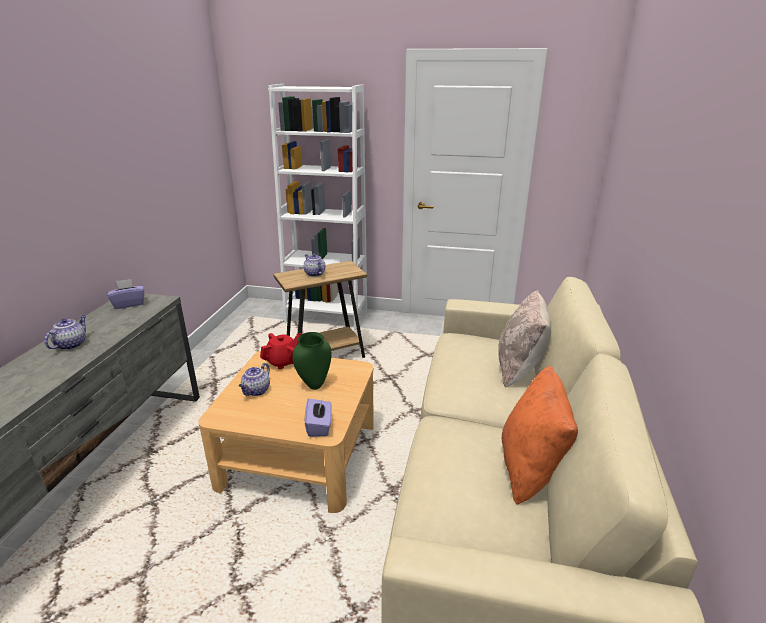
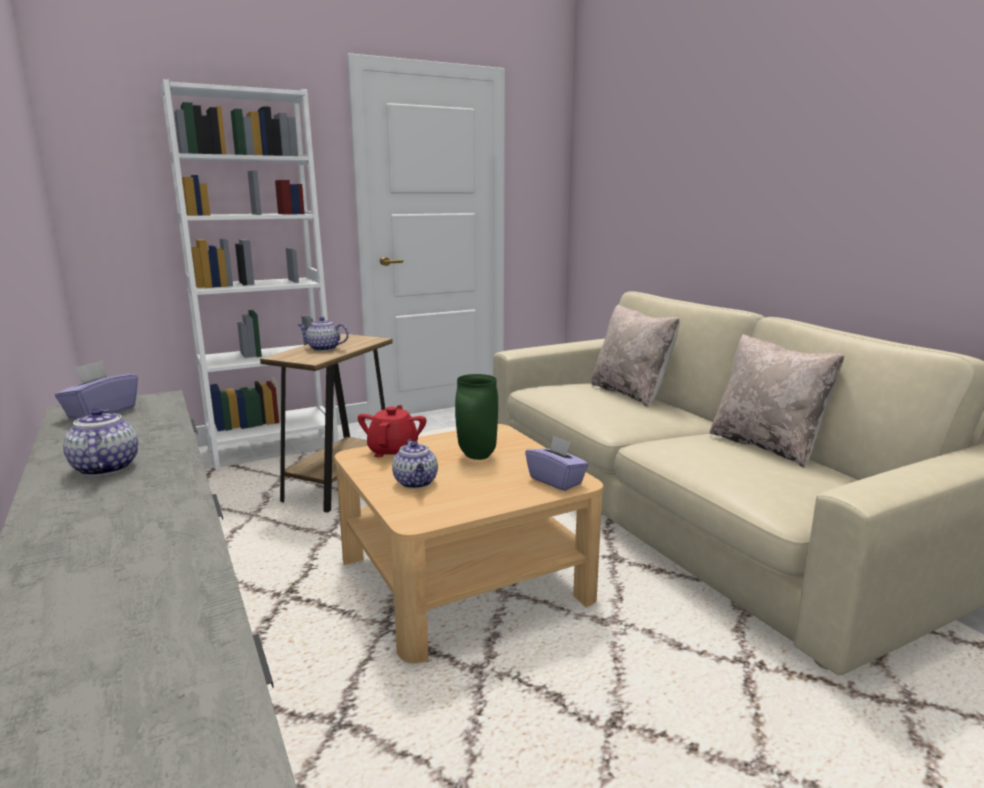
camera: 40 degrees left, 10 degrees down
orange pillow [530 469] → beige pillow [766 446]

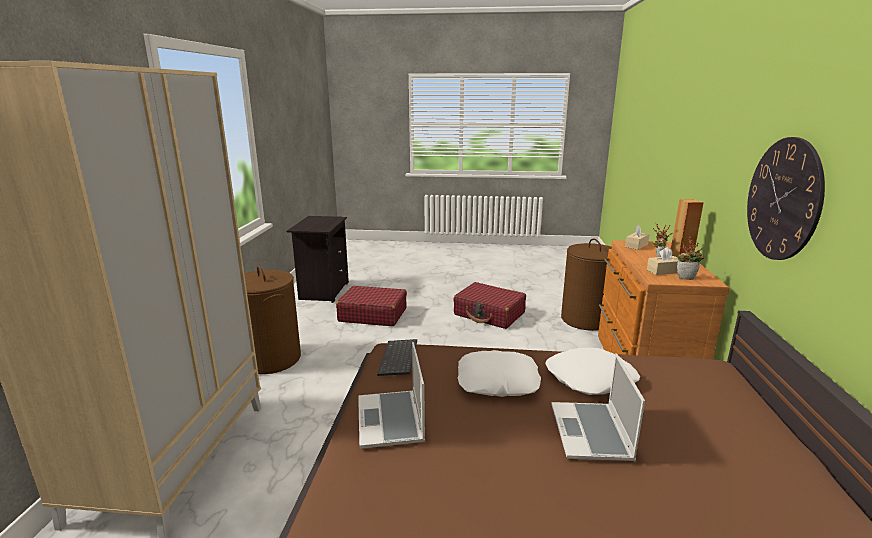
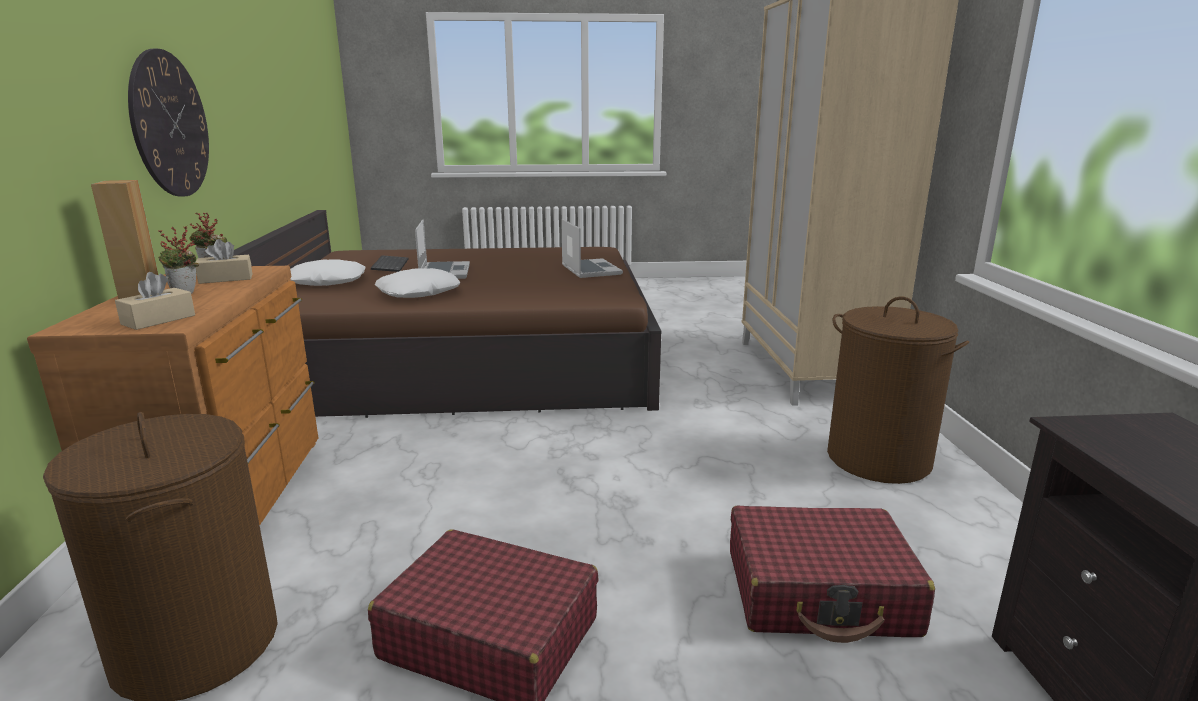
camera: 170 degrees right, 0 degrees up
keyboard [399 359] → keyboard [389 265], shifted
white pillow [497 382] → white pillow [327 281], shifted

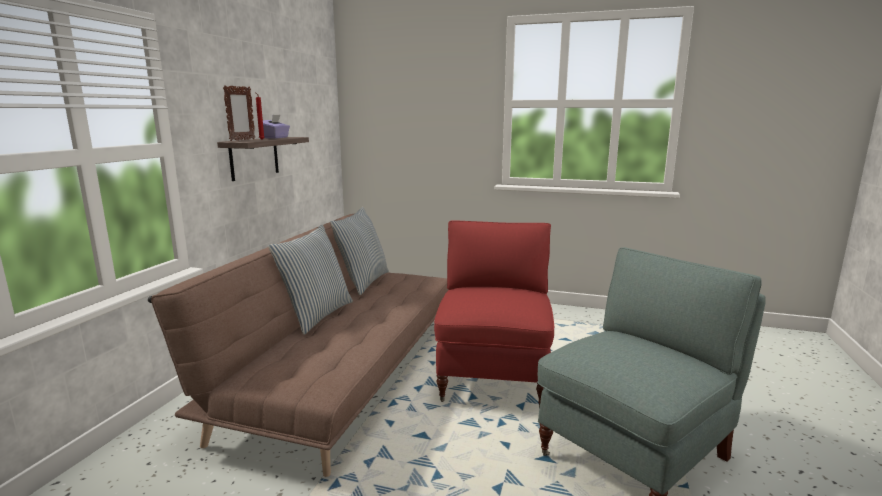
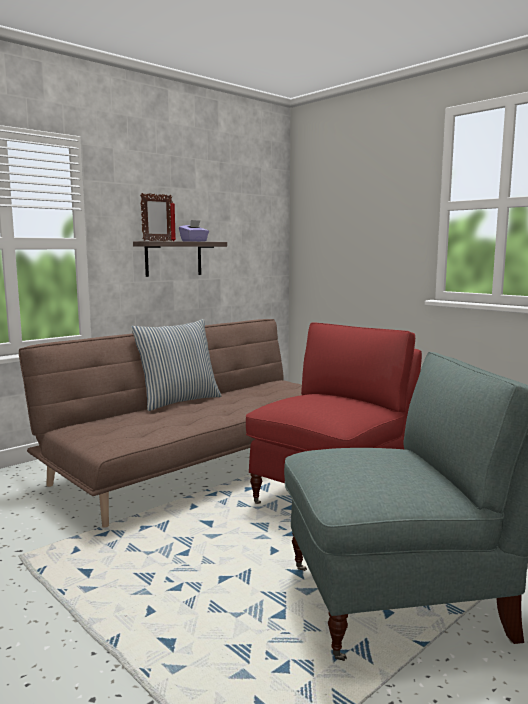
camera: 30 degrees right, 5 degrees down
pillow [363 282] → -

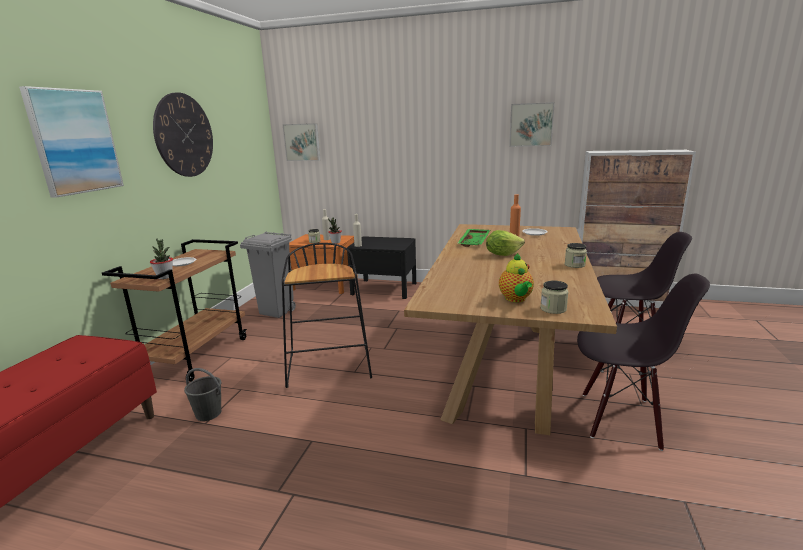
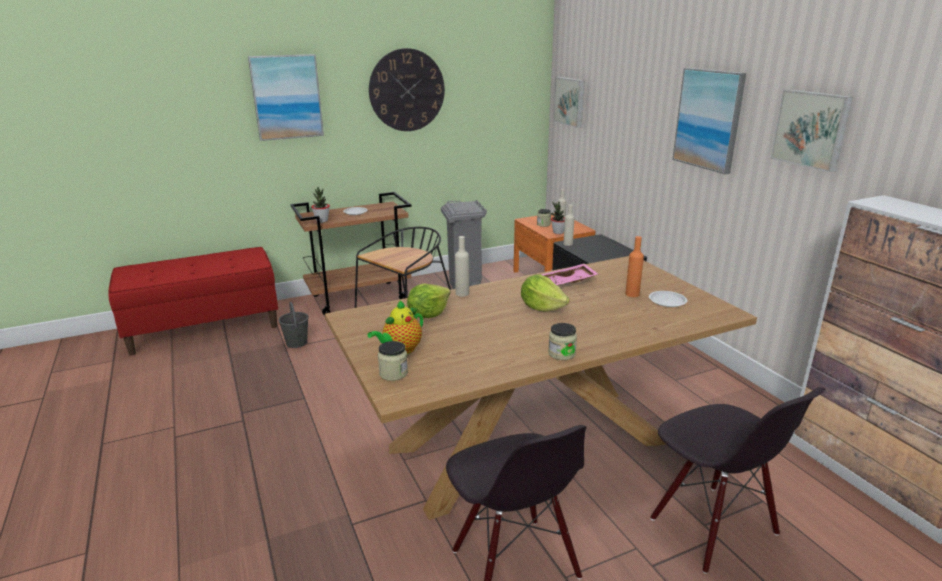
camera: 50 degrees right, 5 degrees up
- → lettuce [428 314]
- → beige bottle [462 293]
- → picture [708 119]
green tray [475 242] → pink tray [566 283]

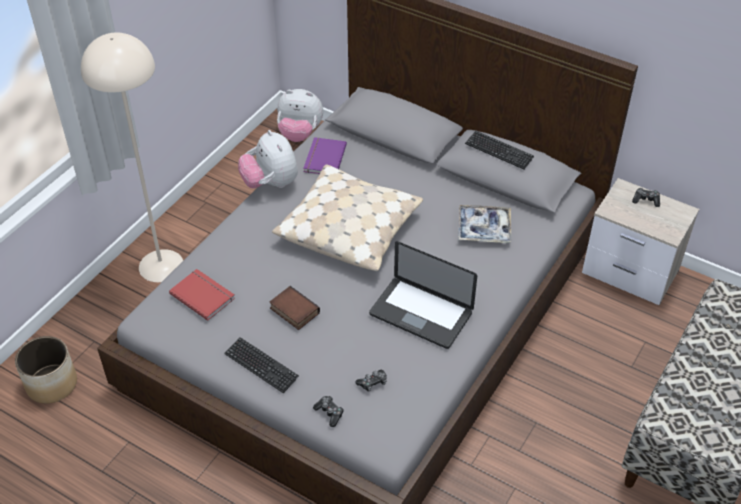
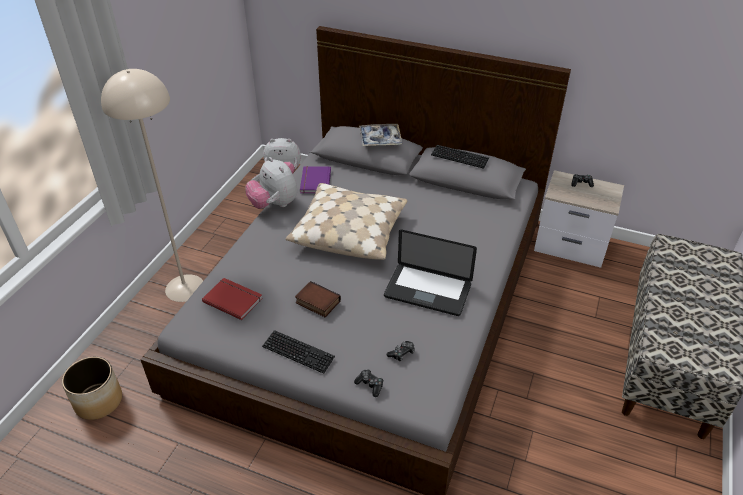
camera: 10 degrees left, 5 degrees down
tray [484 229] → tray [380 139], shifted

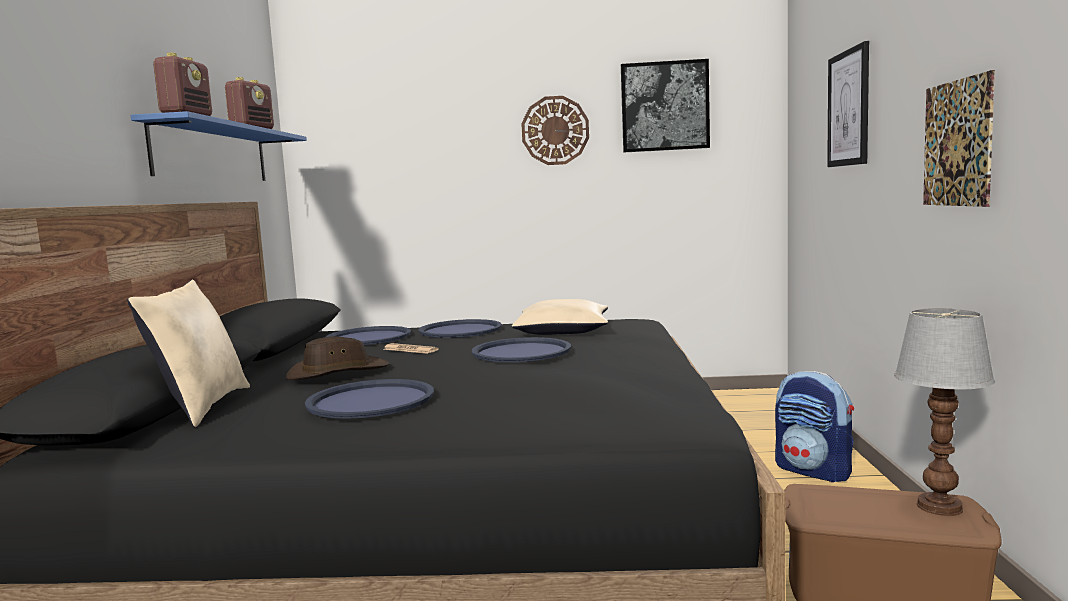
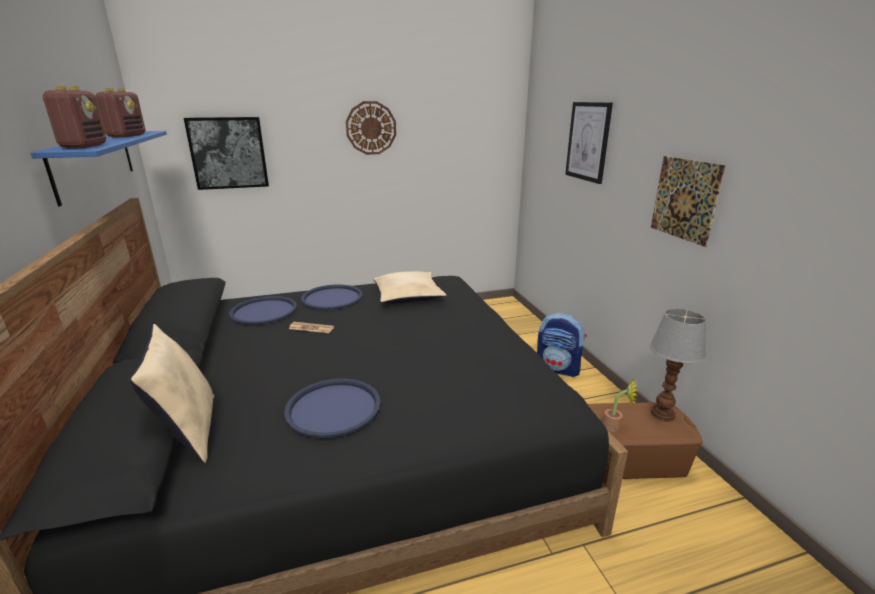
camera: 20 degrees left, 15 degrees up
brown hat [337 372] → -
blue tray [521 352] → -
- → potted plant [615 426]
picture [664 106] → picture [228 153], shifted

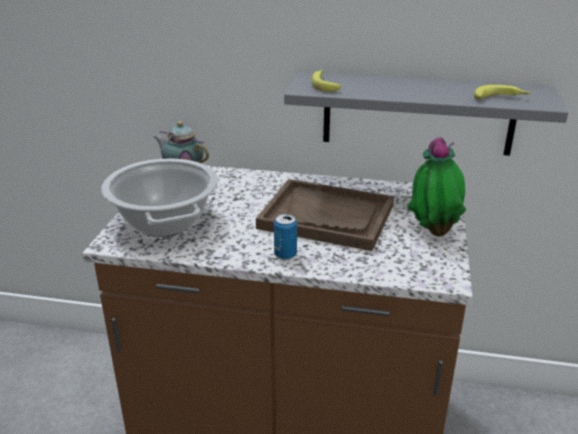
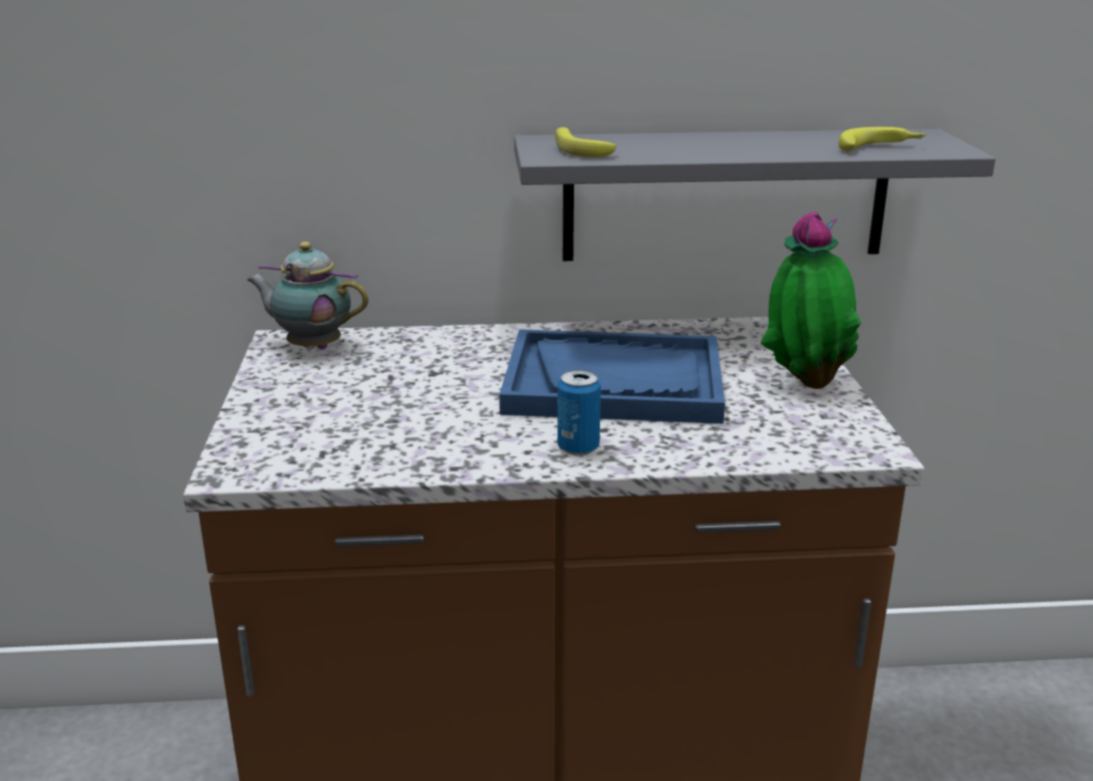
camera: 15 degrees left, 5 degrees down
cooking pot [164 221] → -
brown tray [327 217] → blue tray [614 382]

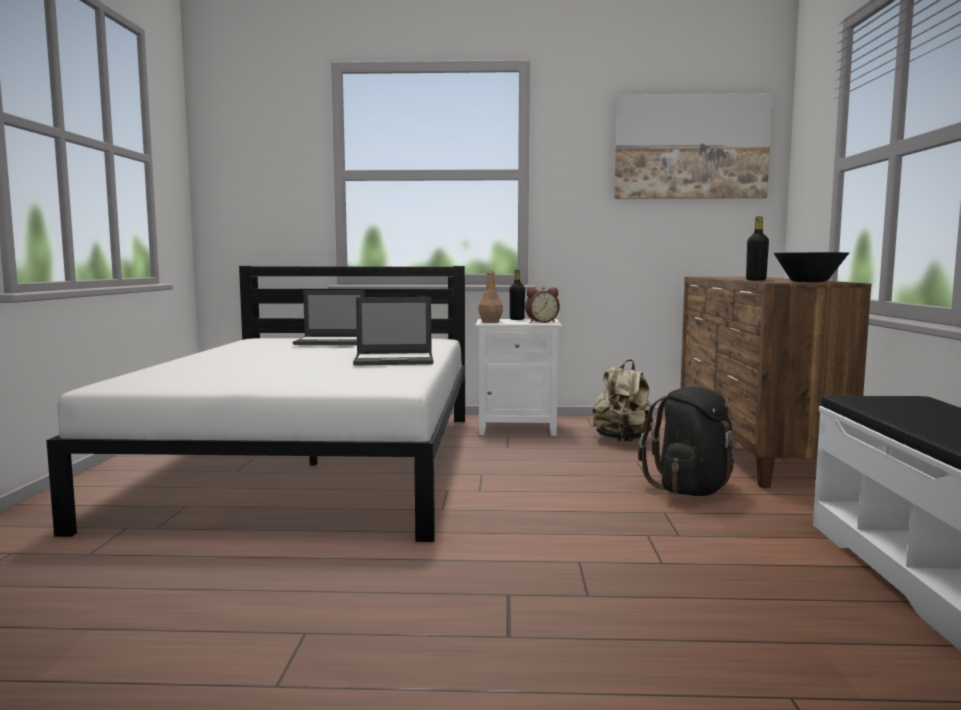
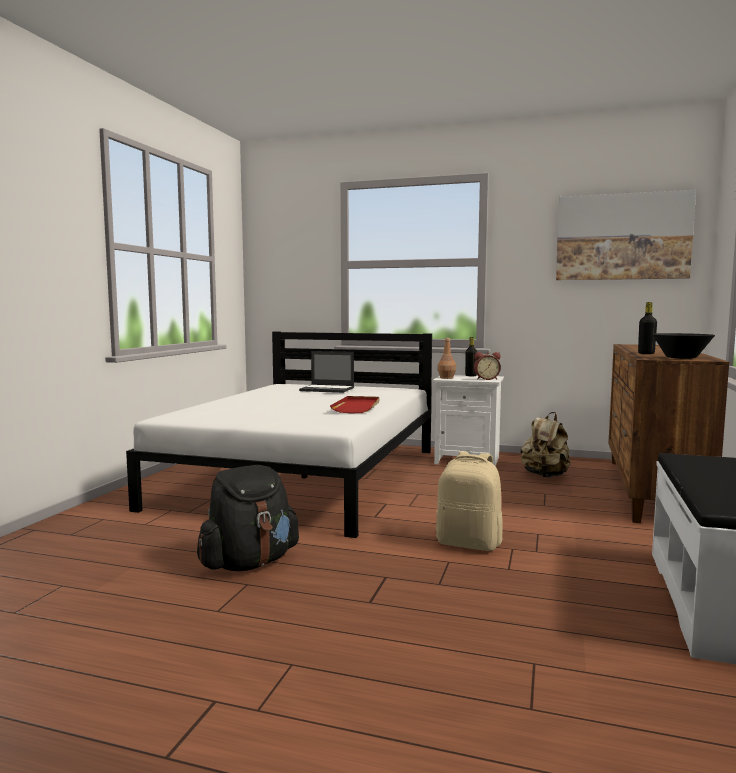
camera: 15 degrees right, 0 degrees up
- → beige backpack [469 543]
black backpack [692 490] → black backpack [249 563], shifted
laptop [395 360] → red tray [357 407]

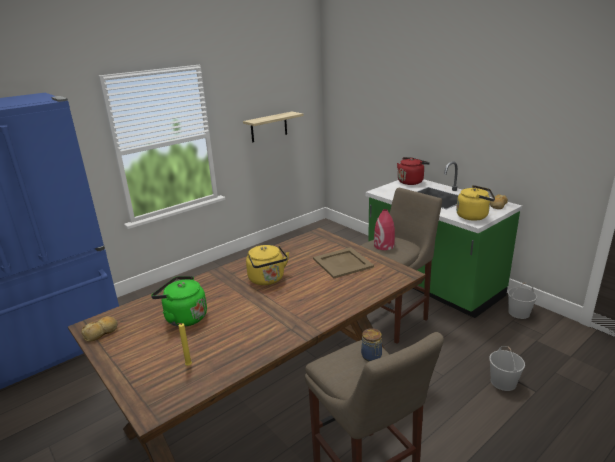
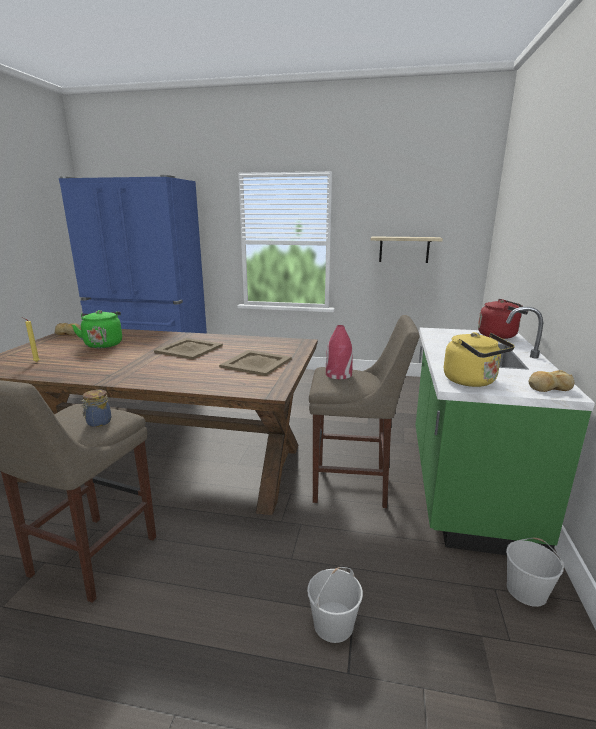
camera: 50 degrees right, 5 degrees down
yellow kettle [268 280] → beige tray [188 349]

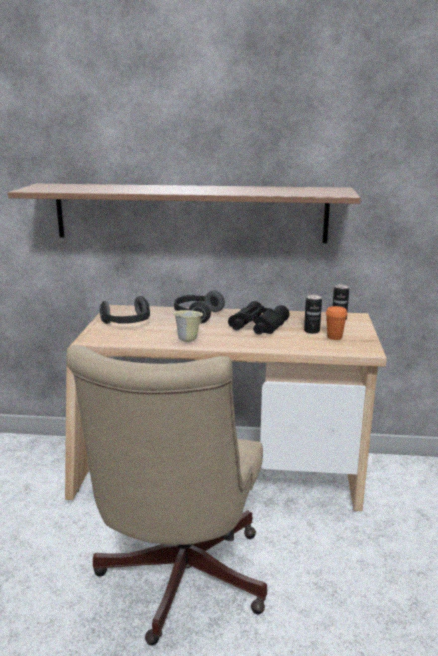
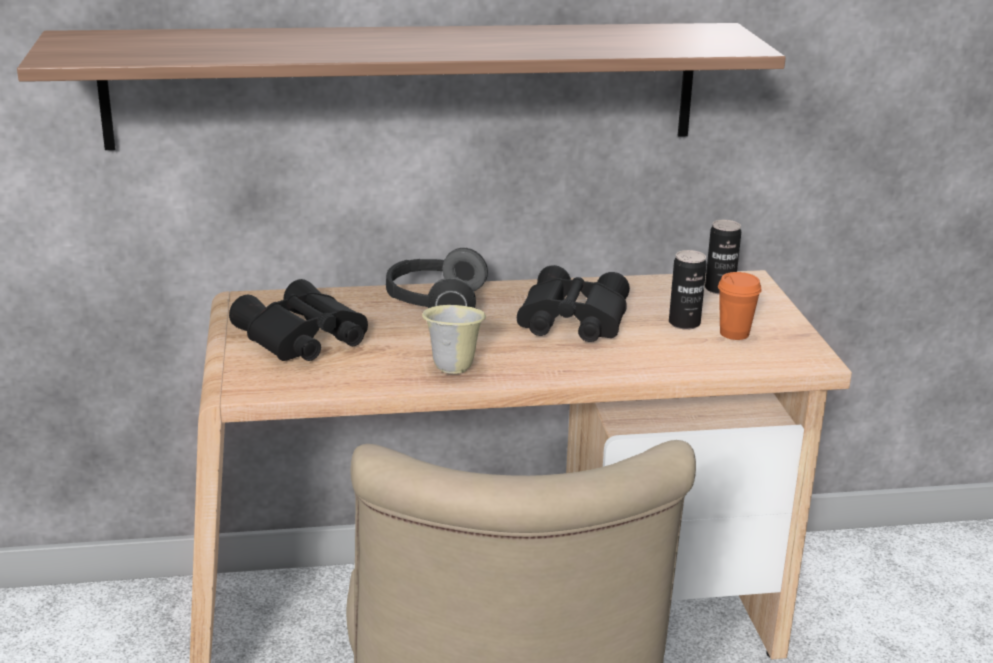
camera: 15 degrees left, 5 degrees up
headphones [128 324] → black binoculars [301 339]

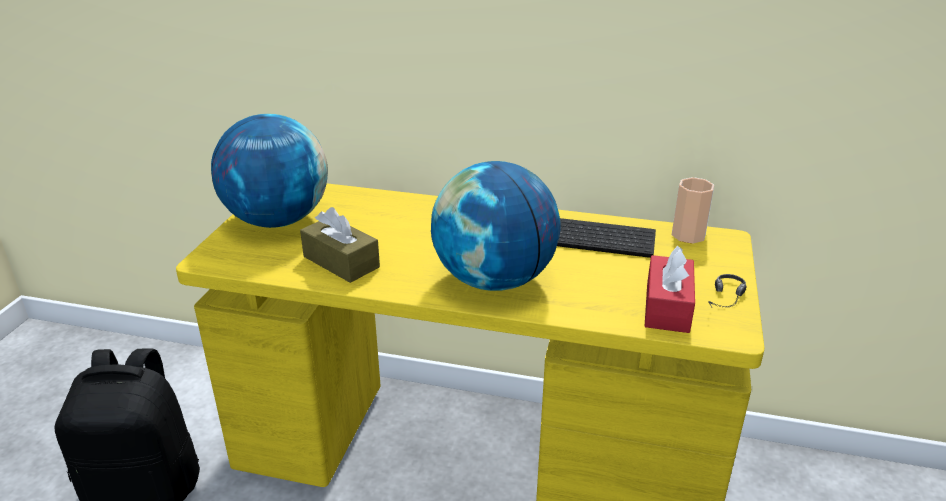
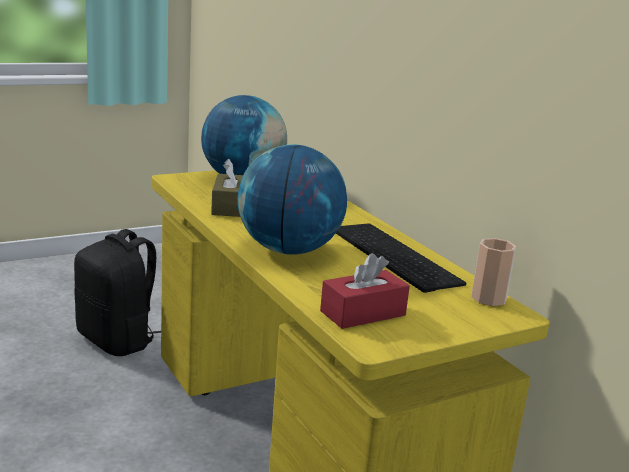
camera: 45 degrees right, 10 degrees down
headphones [725 302] → -

